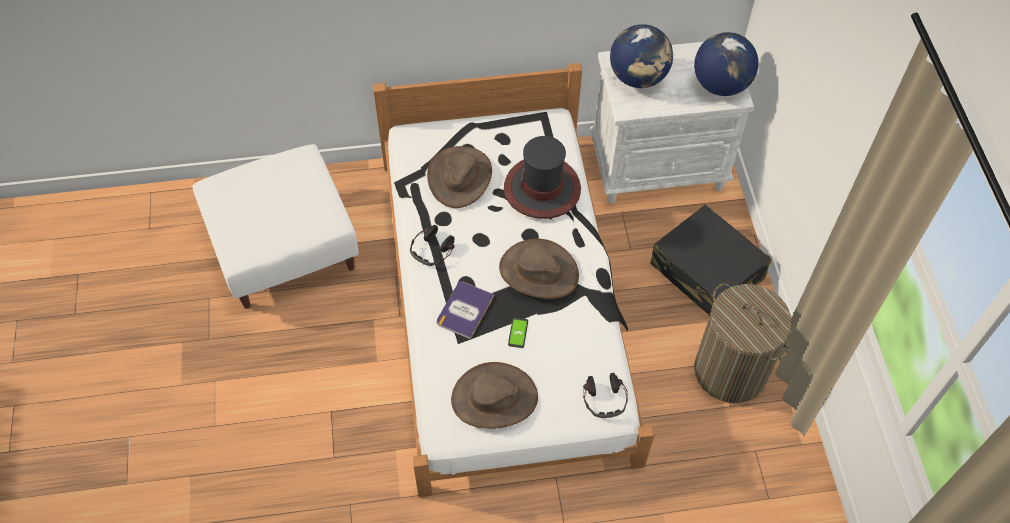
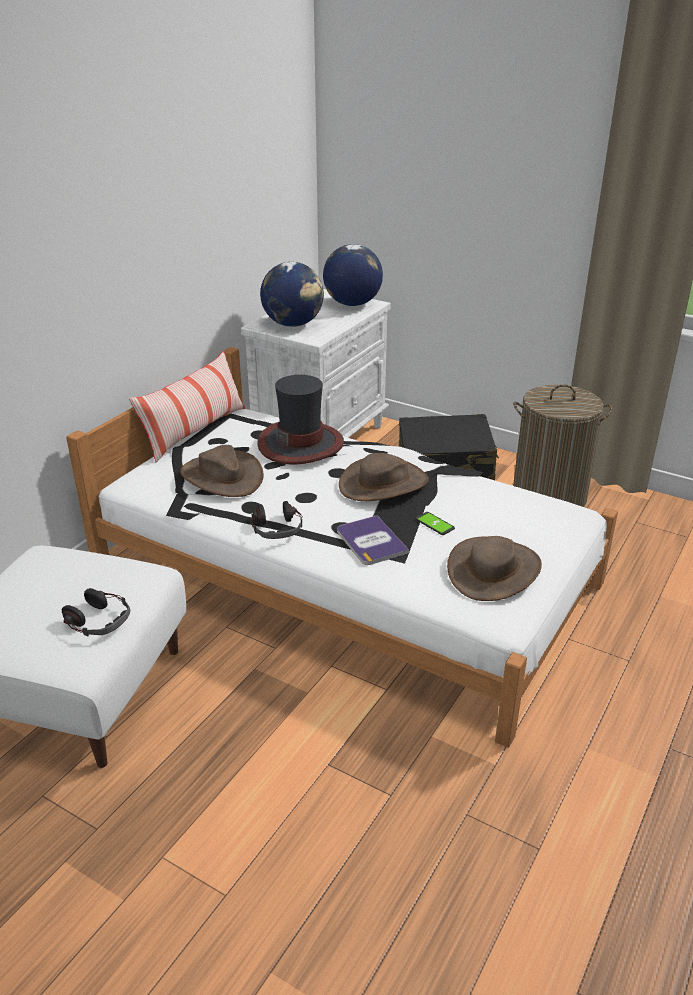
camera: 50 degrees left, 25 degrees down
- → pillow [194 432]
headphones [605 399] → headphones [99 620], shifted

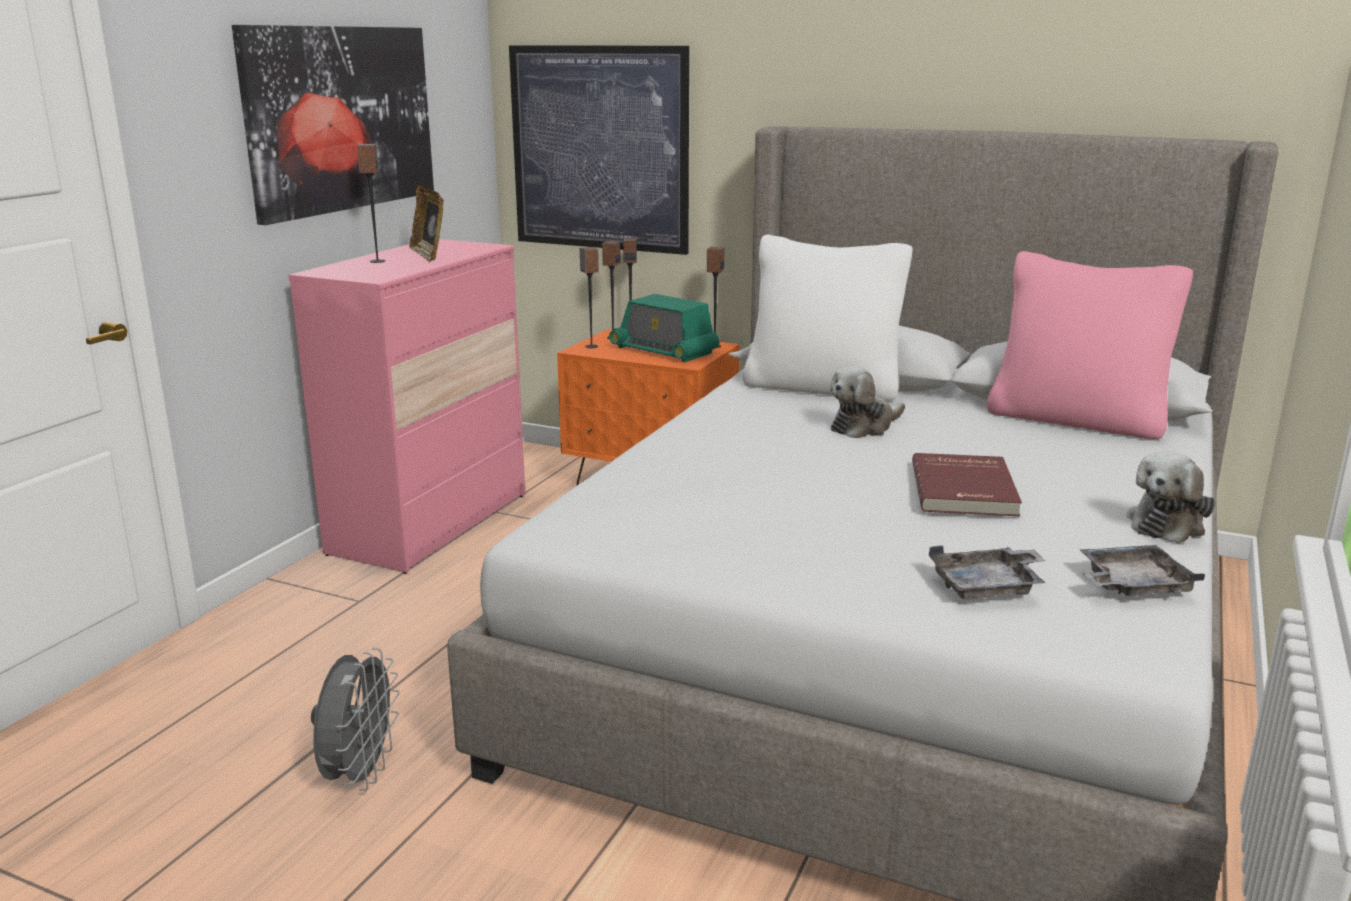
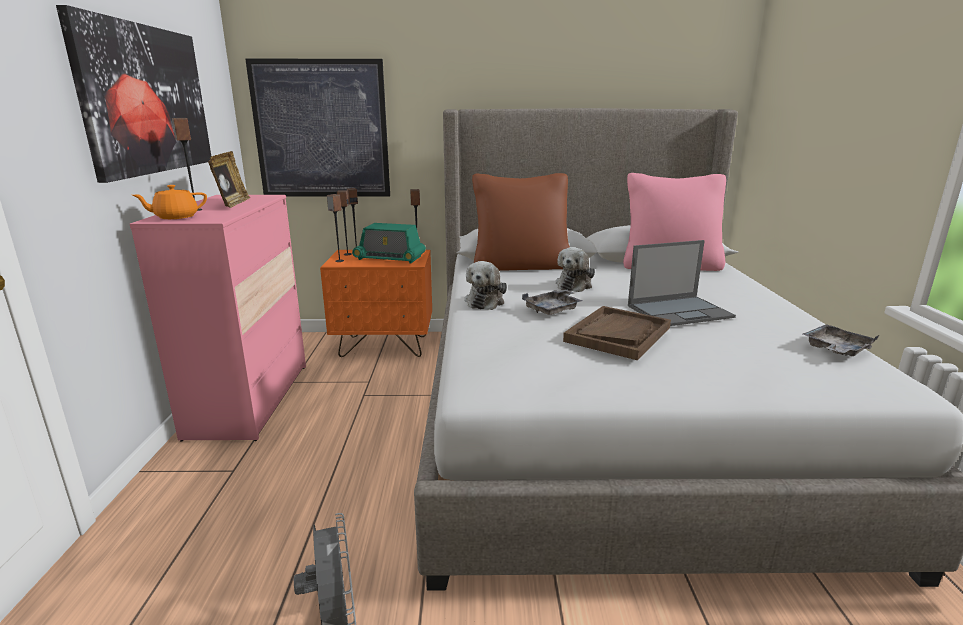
camera: 25 degrees left, 0 degrees up
- → orange teapot [175 217]
- → brown tray [617 334]
grey tray [987 587] → grey tray [553 309], shifted
plush toy [1168 524] → plush toy [485 301], shifted
red book [966 490] → laptop [680 311]
white pillow [823 387] → brown pillow [520 266]
picture frame [429 255] → picture frame [232 204], 135 degrees counterclockwise

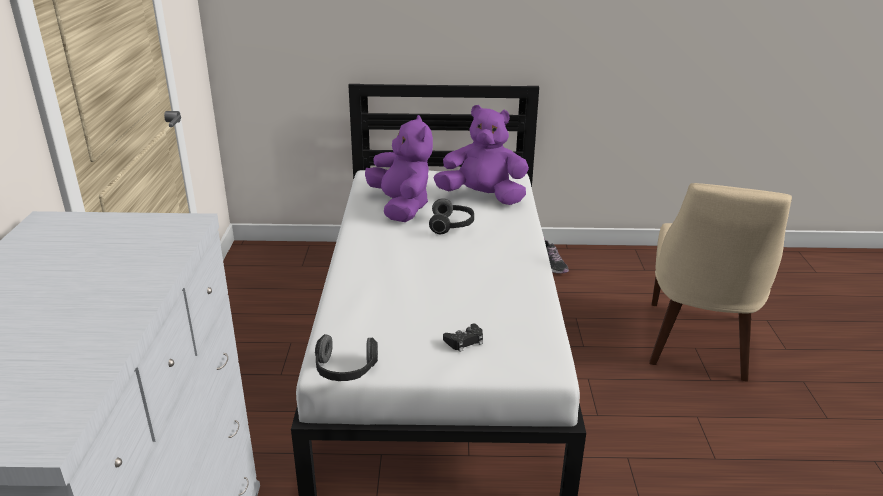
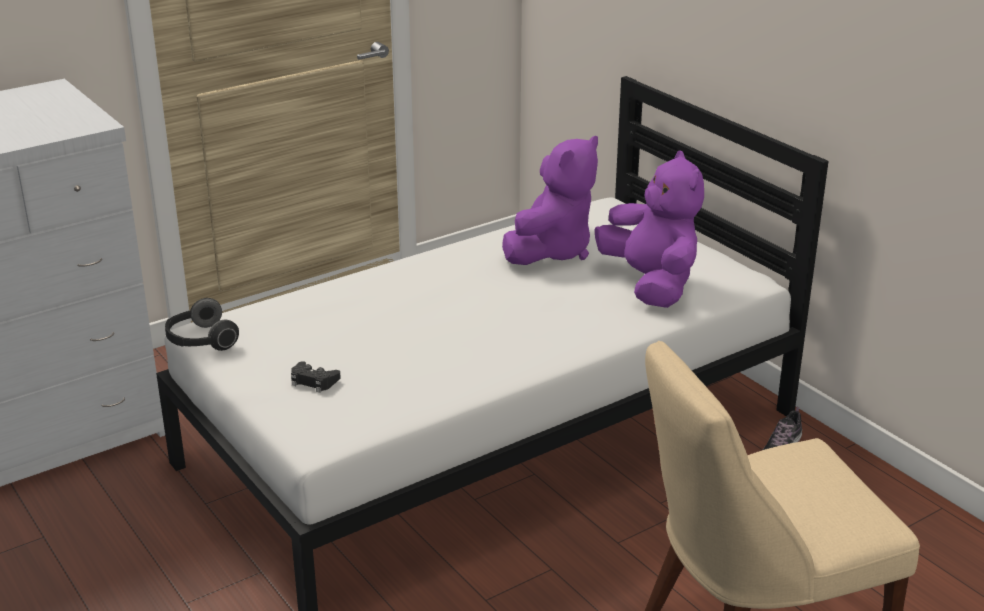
camera: 55 degrees right, 0 degrees up
headphones [452 226] → -

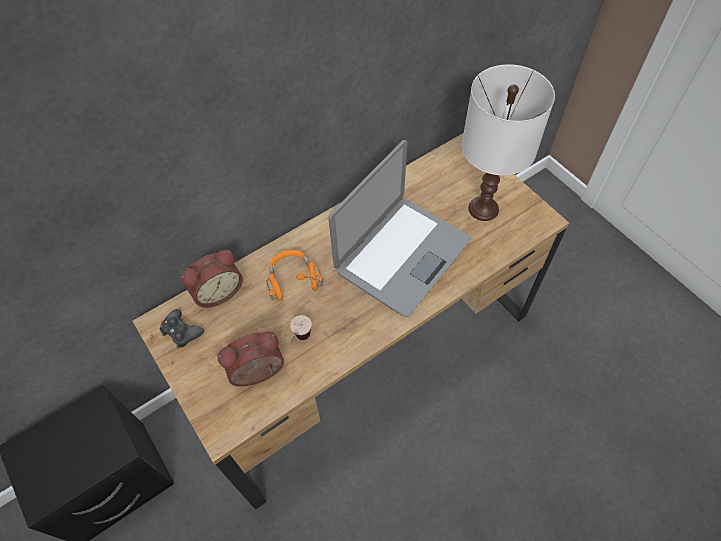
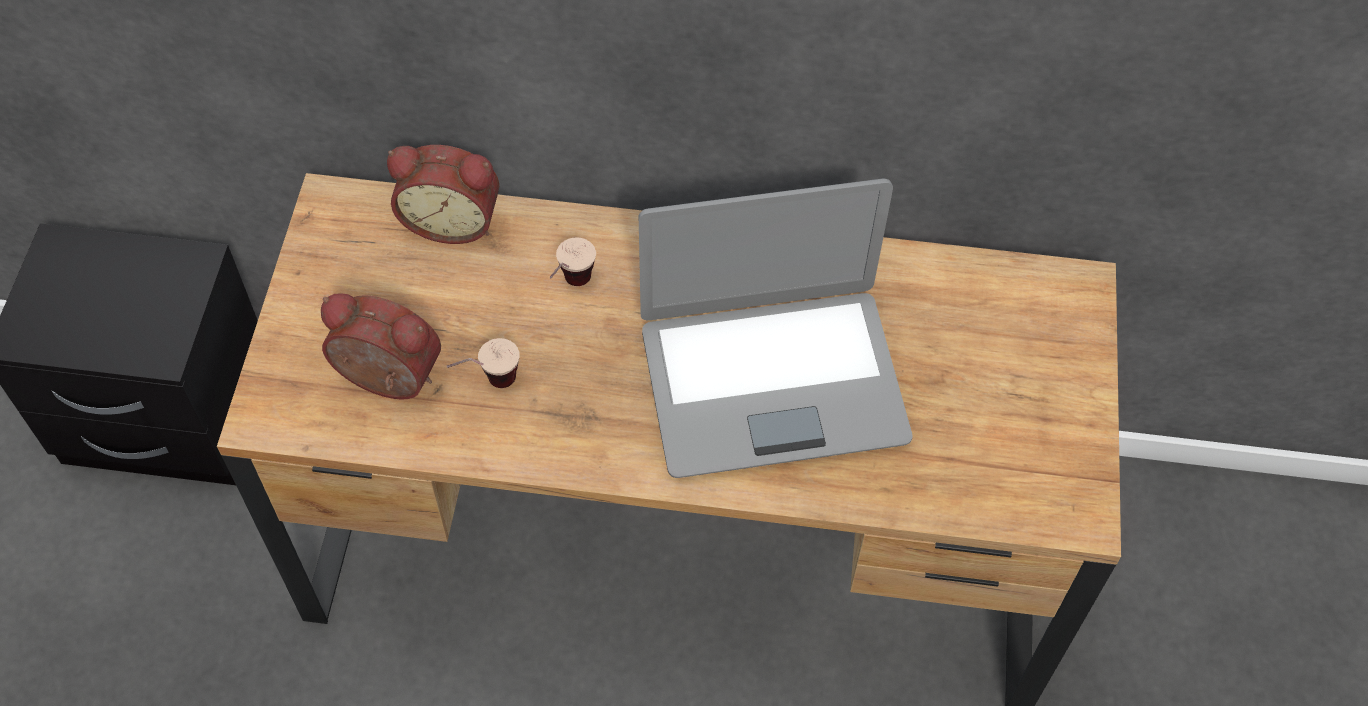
camera: 40 degrees right, 0 degrees up
black game controller [181 331] → -
white table lamp [483 209] → -
orange headphones [293 280] → cup [570 288]

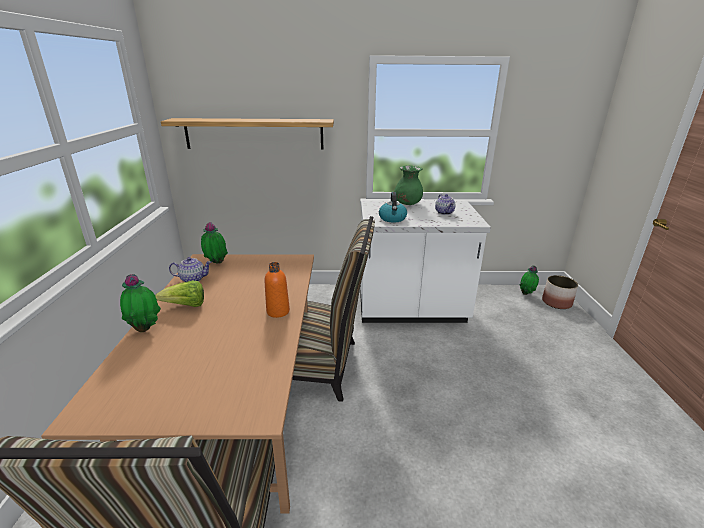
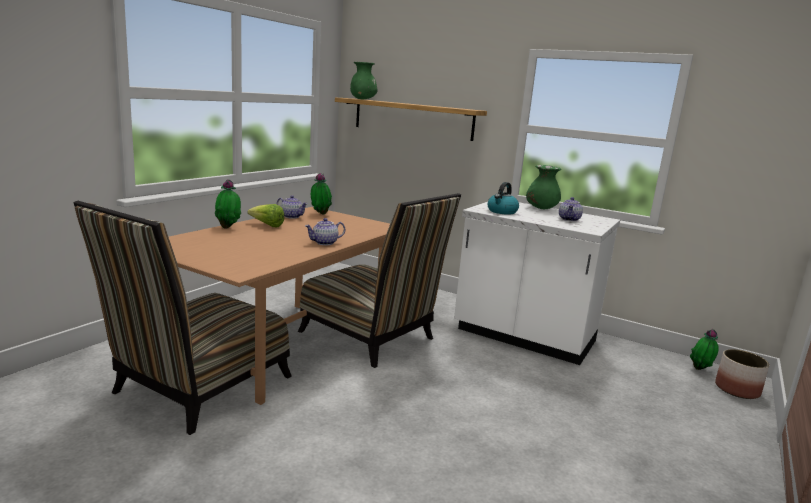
camera: 30 degrees right, 10 degrees down
- → green vase [362 99]
orange bottle [278 311] → teapot [324 243]

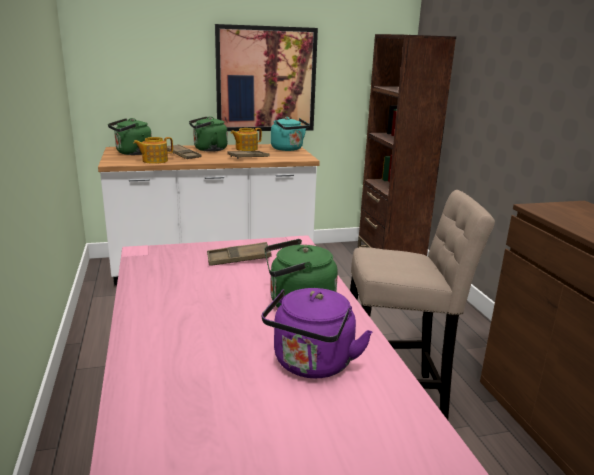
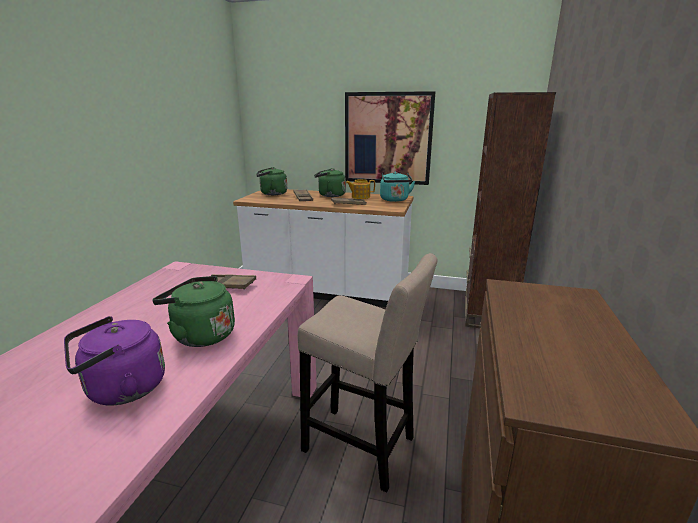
camera: 30 degrees right, 0 degrees up
teapot [154 160] → -

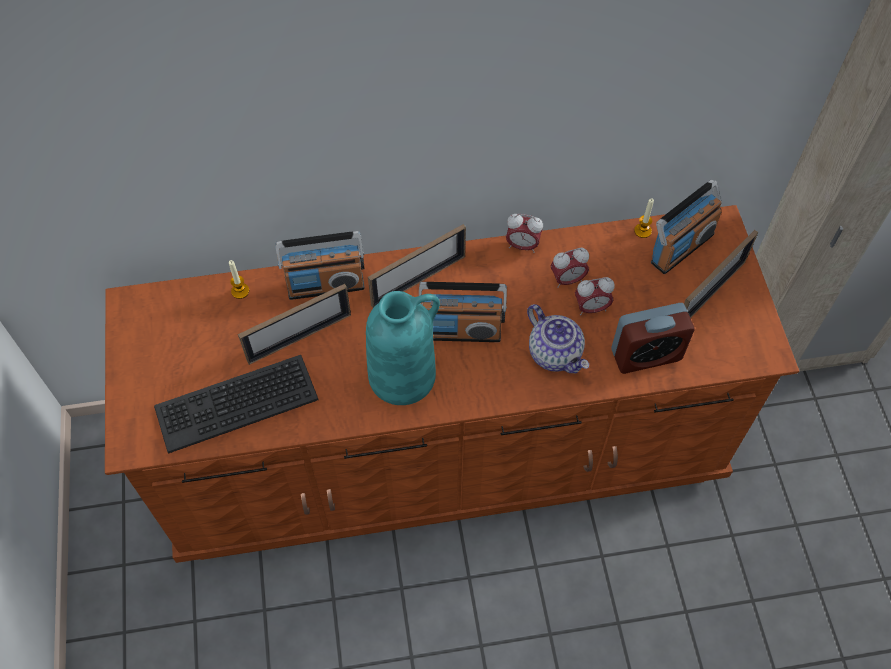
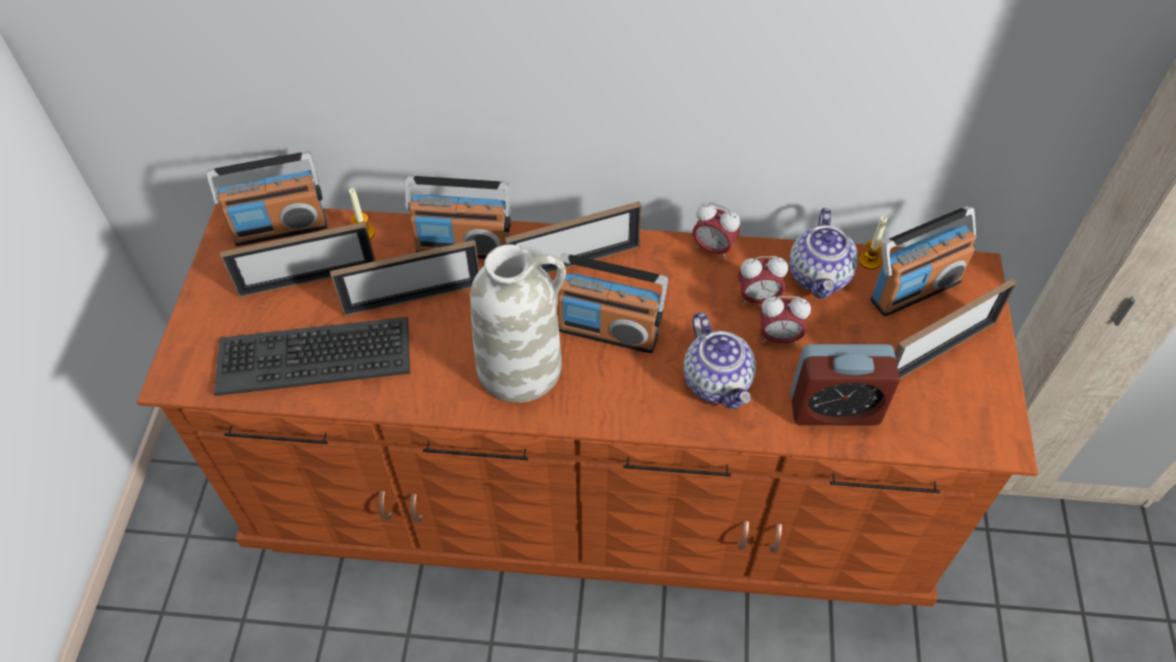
camera: 15 degrees right, 5 degrees down
- → radio [280 227]
- → picture frame [308 280]
- → teapot [820 276]
turquoise vase [403 375] → white vase [521 367]

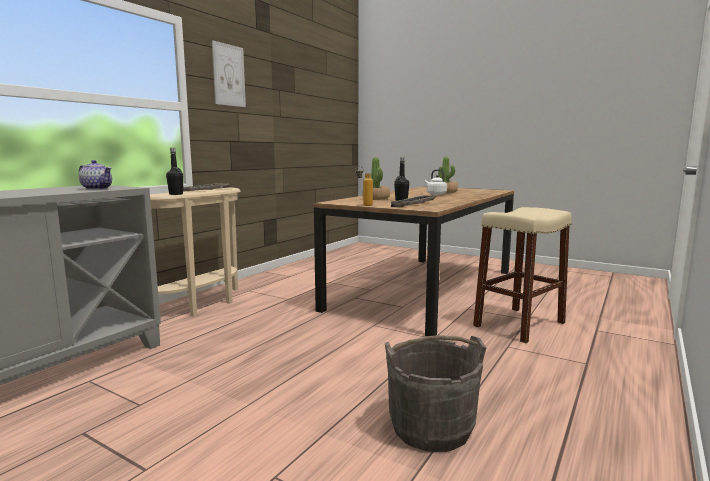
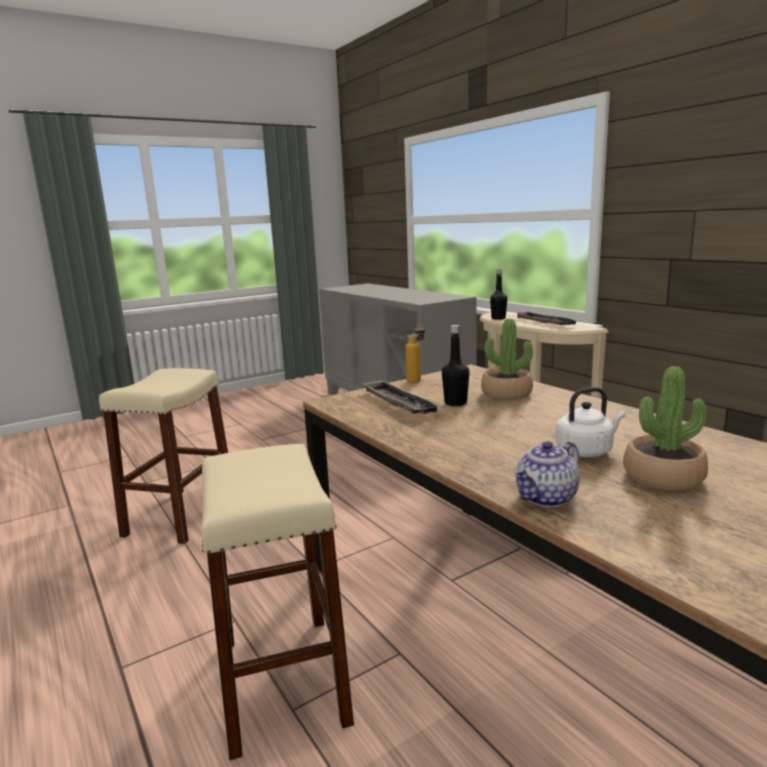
camera: 115 degrees right, 5 degrees up
picture [229 75] → -
teapot [97 188] → teapot [546 498], shifted
grey bucket [431 428] → beige stool [181 515]

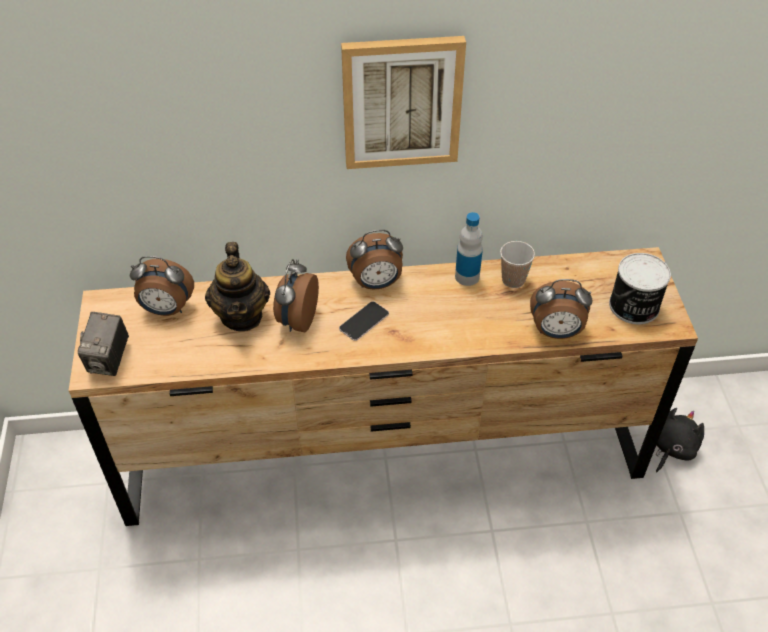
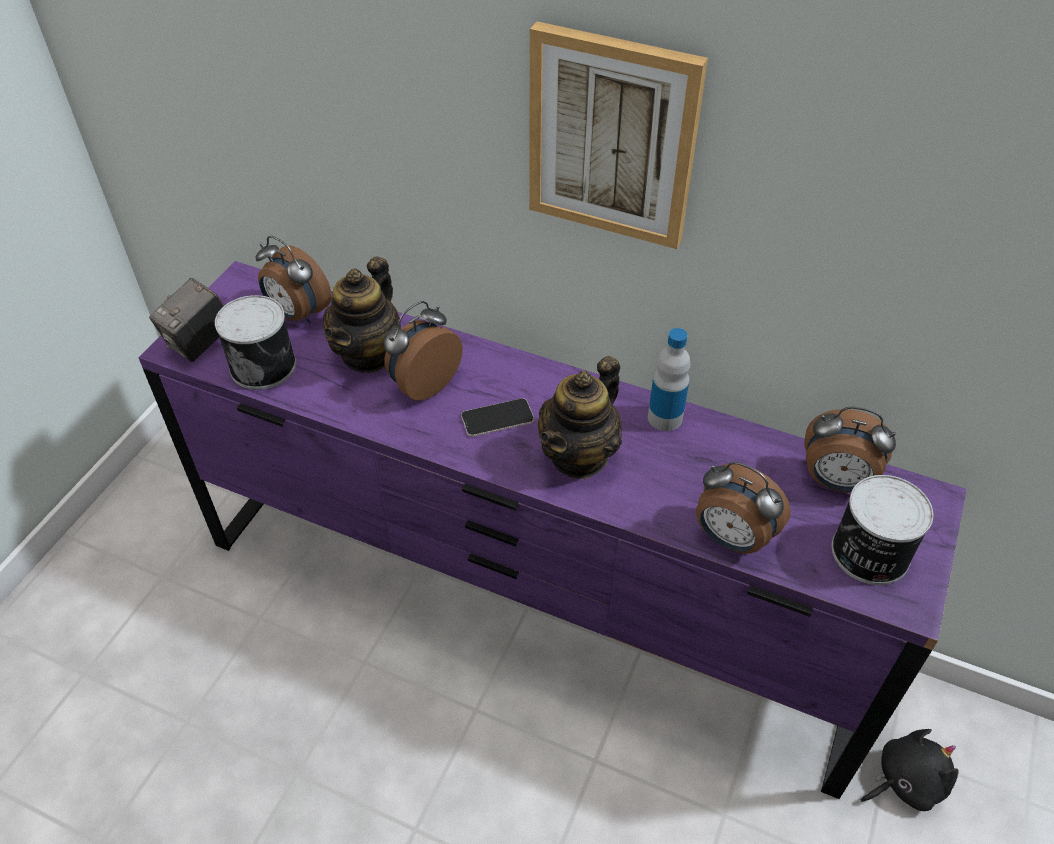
camera: 30 degrees right, 0 degrees up
cup [513 280] → -
- → can [264 365]
- → teapot [579 455]
alarm clock [376 284] → alarm clock [836 481], shifted
brown dresser [383 455] → purple dresser [527 604]

